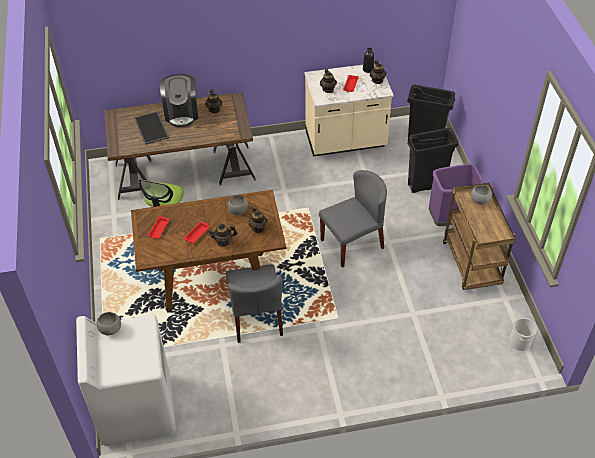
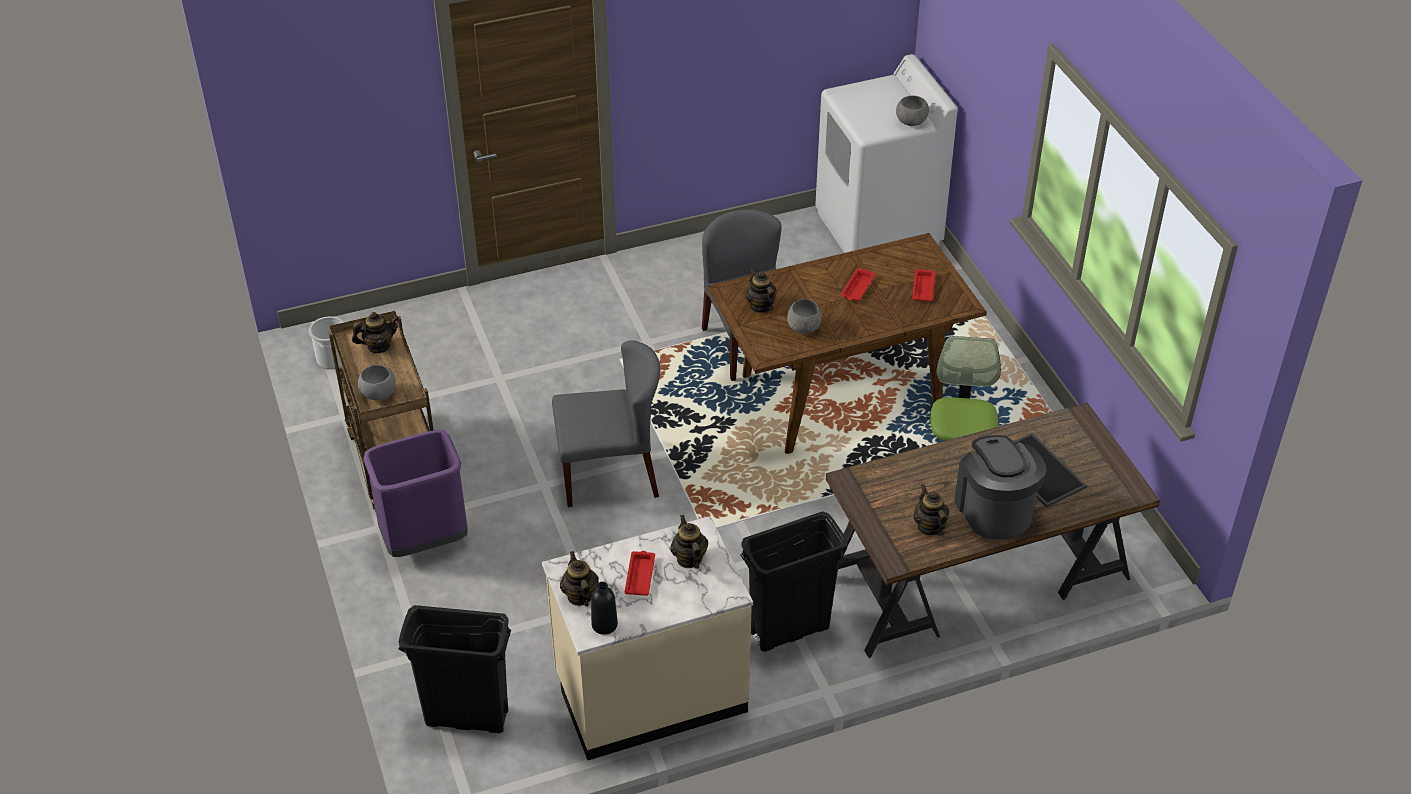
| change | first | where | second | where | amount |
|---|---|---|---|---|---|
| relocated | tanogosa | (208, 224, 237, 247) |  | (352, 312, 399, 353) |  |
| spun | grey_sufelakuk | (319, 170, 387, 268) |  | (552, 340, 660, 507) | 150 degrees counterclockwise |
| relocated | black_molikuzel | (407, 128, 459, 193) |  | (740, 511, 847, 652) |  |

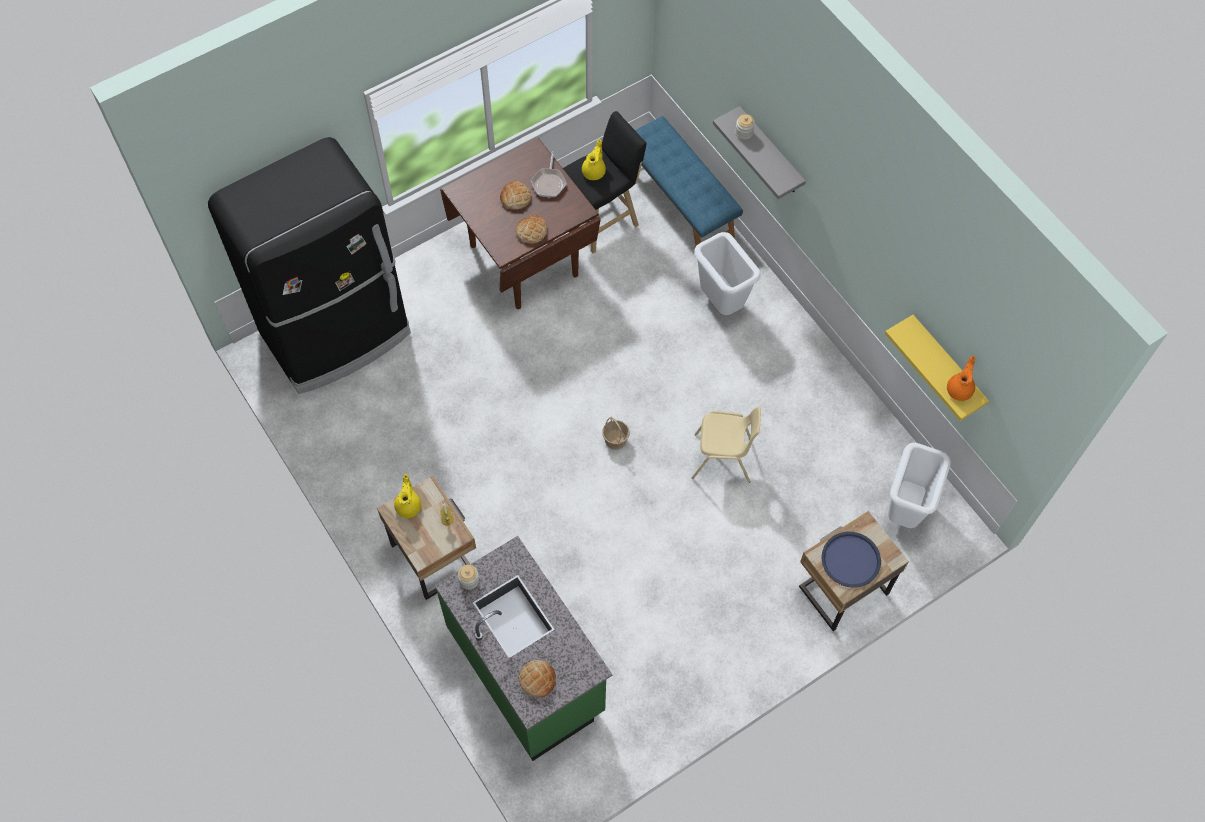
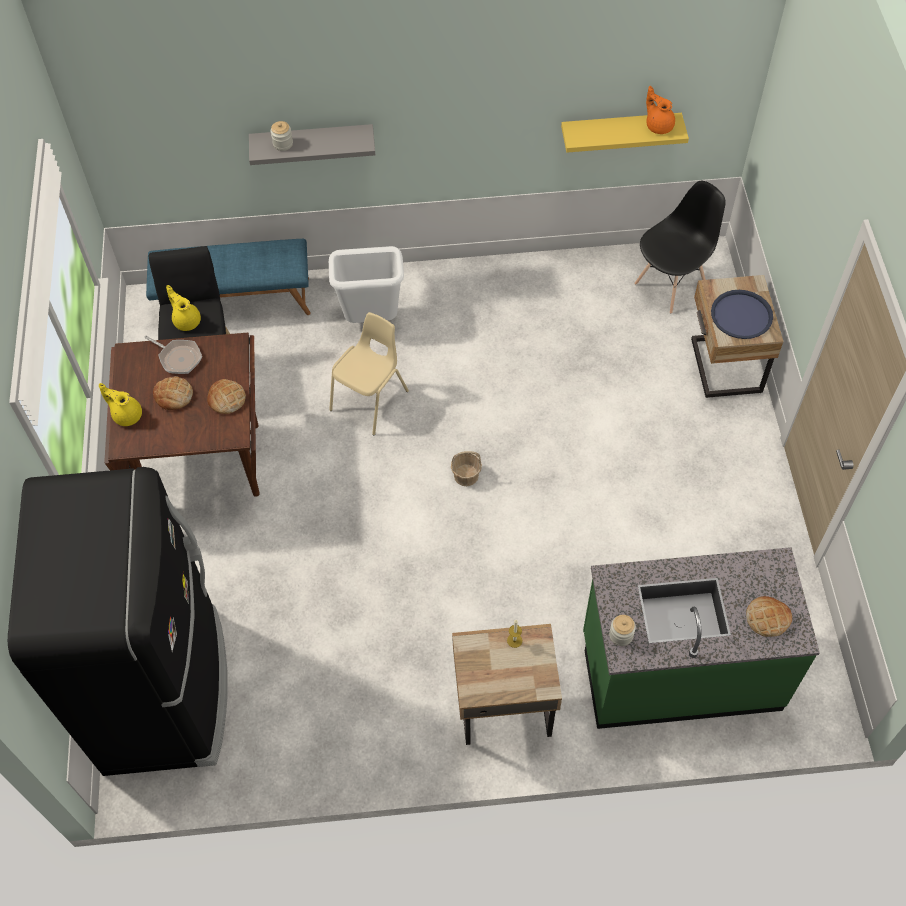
| change | first | where | second | where | amount |
|---|---|---|---|---|---|
| relocated | yellow_tanogosa | (394, 474, 421, 518) |  | (99, 383, 142, 426) |  |
| relocated | beige_sufelakuk | (692, 407, 761, 483) |  | (329, 312, 409, 435) |  |
| exchanged | white_molikuzel | (888, 443, 951, 528) | black_sufelakuk | (634, 181, 726, 314) |  |

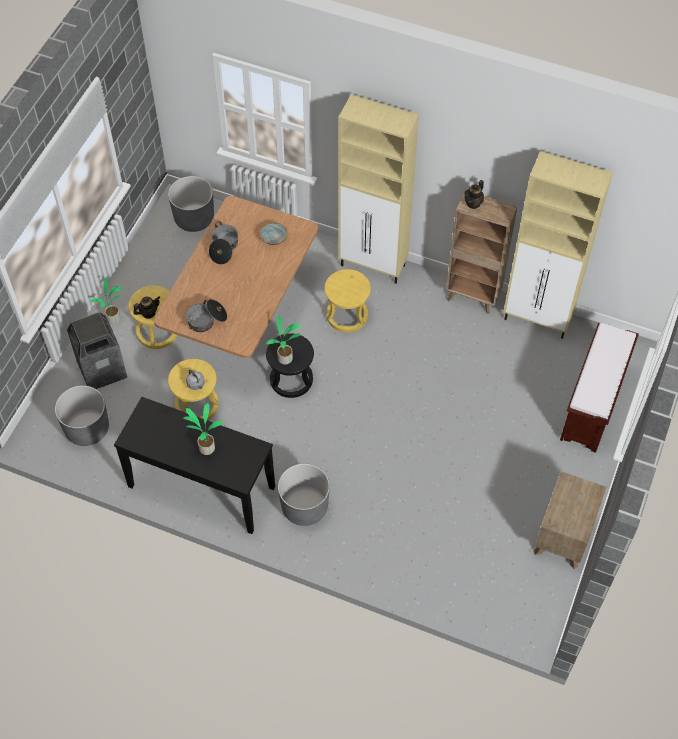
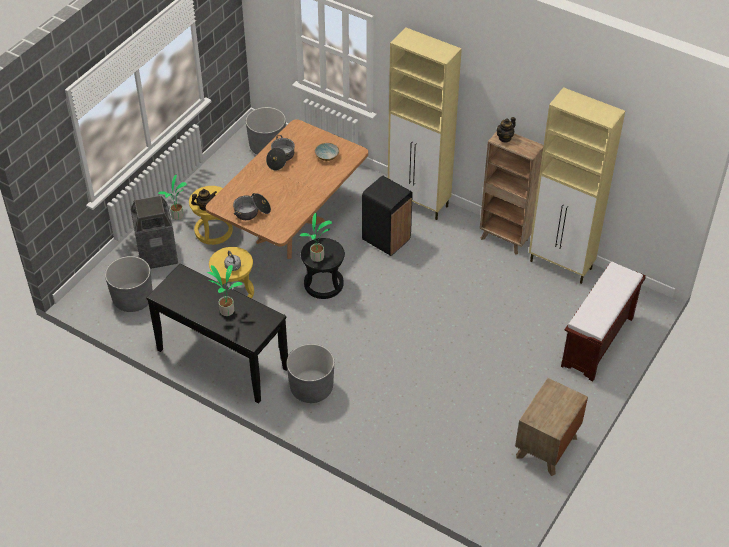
| change | first | where | second | where | amount |
|---|---|---|---|---|---|
| exchanged | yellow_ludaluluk | (324, 269, 371, 332) | black_molikuzel | (362, 176, 413, 256) |  |

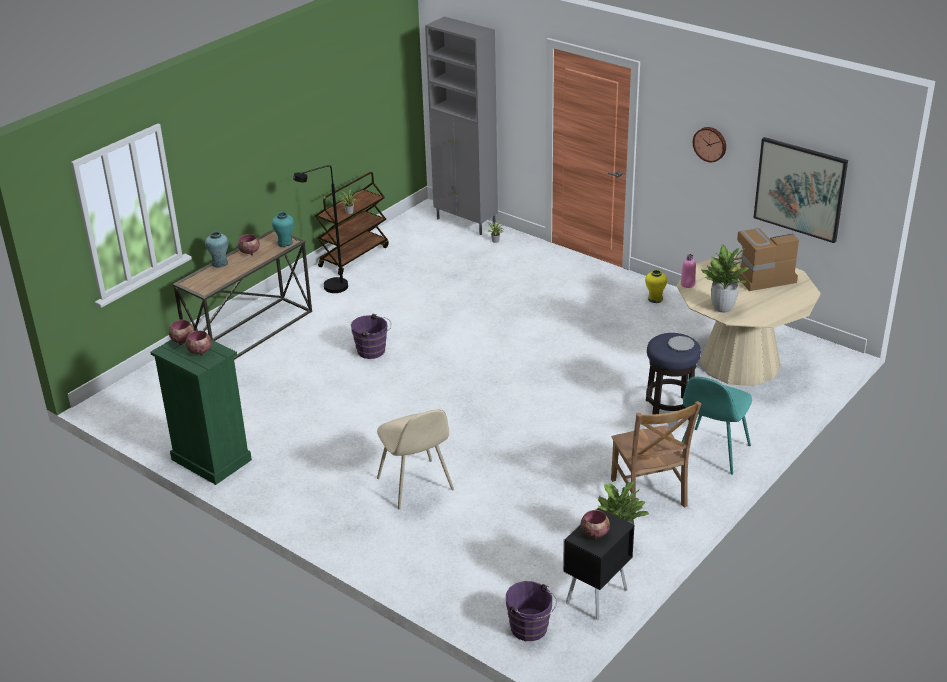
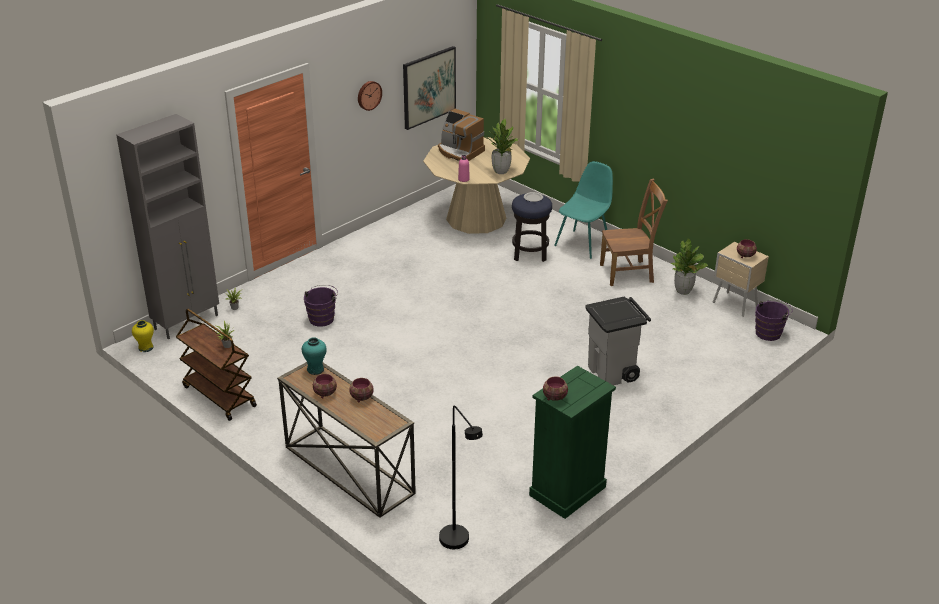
| change | first | where | second | where | amount |
|---|---|---|---|---|---|
| relocated | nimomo | (185, 330, 212, 356) |  | (349, 378, 374, 403) |  |
| missing | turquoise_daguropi | (205, 231, 229, 268) |  |  |  |
| relocated | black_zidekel | (293, 165, 348, 293) |  | (439, 406, 483, 549) |  |
| relocated | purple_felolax | (351, 314, 391, 359) |  | (304, 285, 338, 327) |  |
| exchanged | beige_sufelakuk | (377, 409, 454, 509) | grey_molikuzel | (585, 297, 651, 385) |  |
| colour | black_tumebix | (563, 507, 635, 620) | beige_tumebix | (713, 242, 769, 317) |  |
| relocated | yellow_daguropi | (645, 270, 667, 303) |  | (132, 320, 154, 352) |  |
| spun | turquoise_sufelakuk | (682, 377, 752, 475) |  | (554, 161, 613, 259) | 90 degrees counterclockwise |
| spun | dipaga | (733, 228, 799, 291) |  | (438, 109, 485, 161) | 45 degrees counterclockwise |

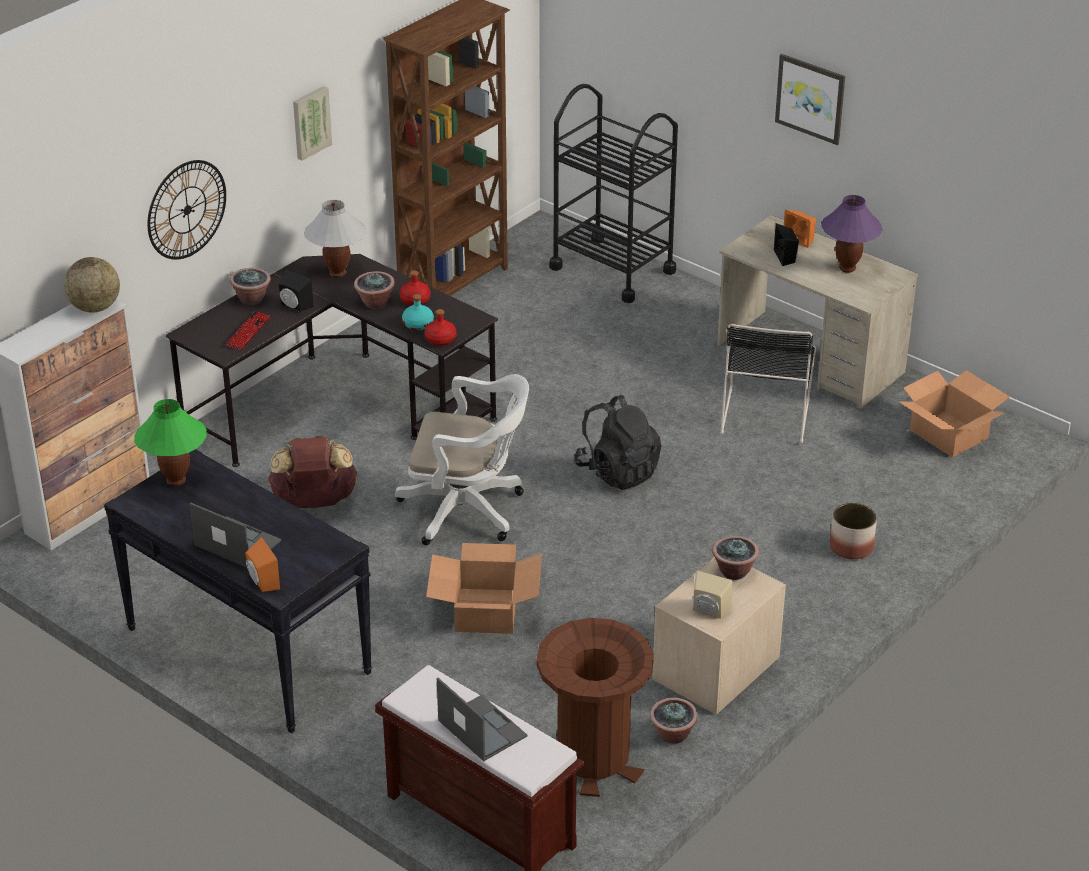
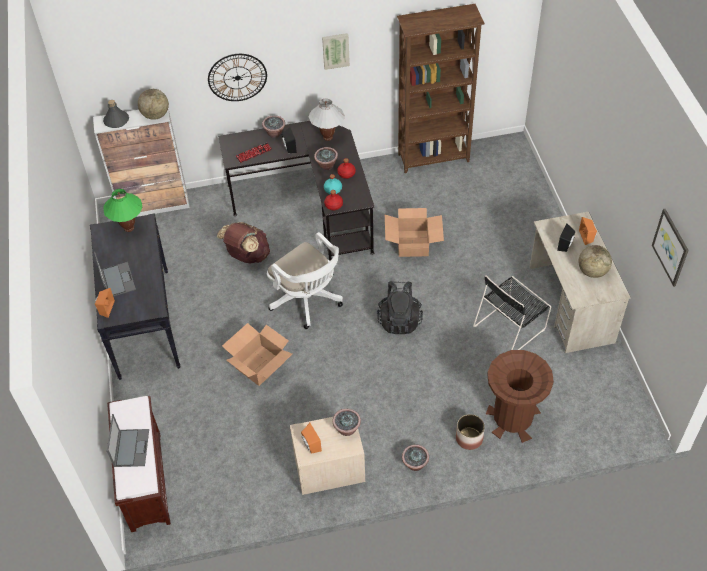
| change | first | where | second | where | amount |
|---|---|---|---|---|---|
| relocated | brown_molikuzel | (537, 618, 654, 797) |  | (486, 350, 554, 443) |  |
| missing | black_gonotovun | (549, 84, 678, 303) |  |  |  |
| relocated | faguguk | (650, 698, 698, 744) |  | (402, 445, 429, 471) |  |
| colour | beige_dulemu | (693, 571, 733, 619) | orange_dulemu | (301, 423, 322, 454) |  |
| relocated | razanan | (775, 54, 845, 145) |  | (652, 209, 689, 287) |  |
| exchanged | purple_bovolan | (821, 195, 882, 273) | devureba | (578, 245, 612, 278) |  |
| relocated | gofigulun | (898, 370, 1010, 457) |  | (385, 208, 444, 257) |  |
| appeared |  |  | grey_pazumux | (103, 100, 129, 128) |  |

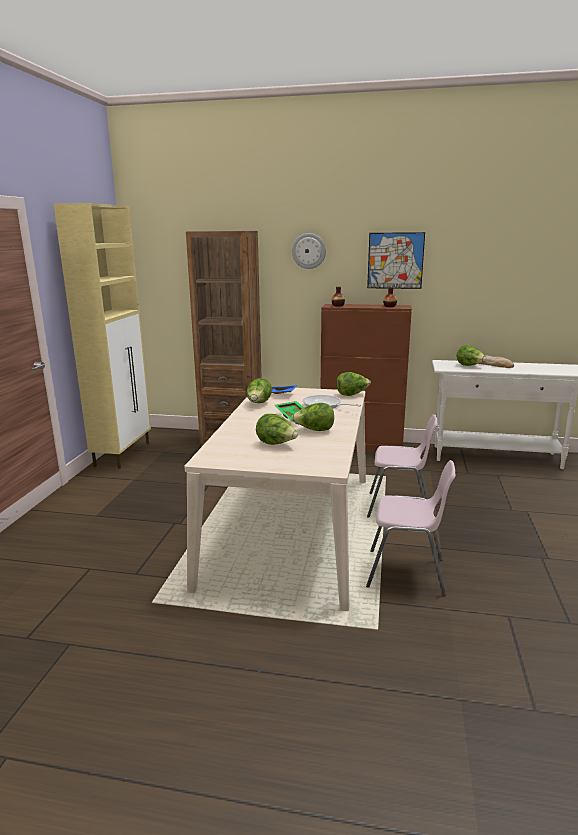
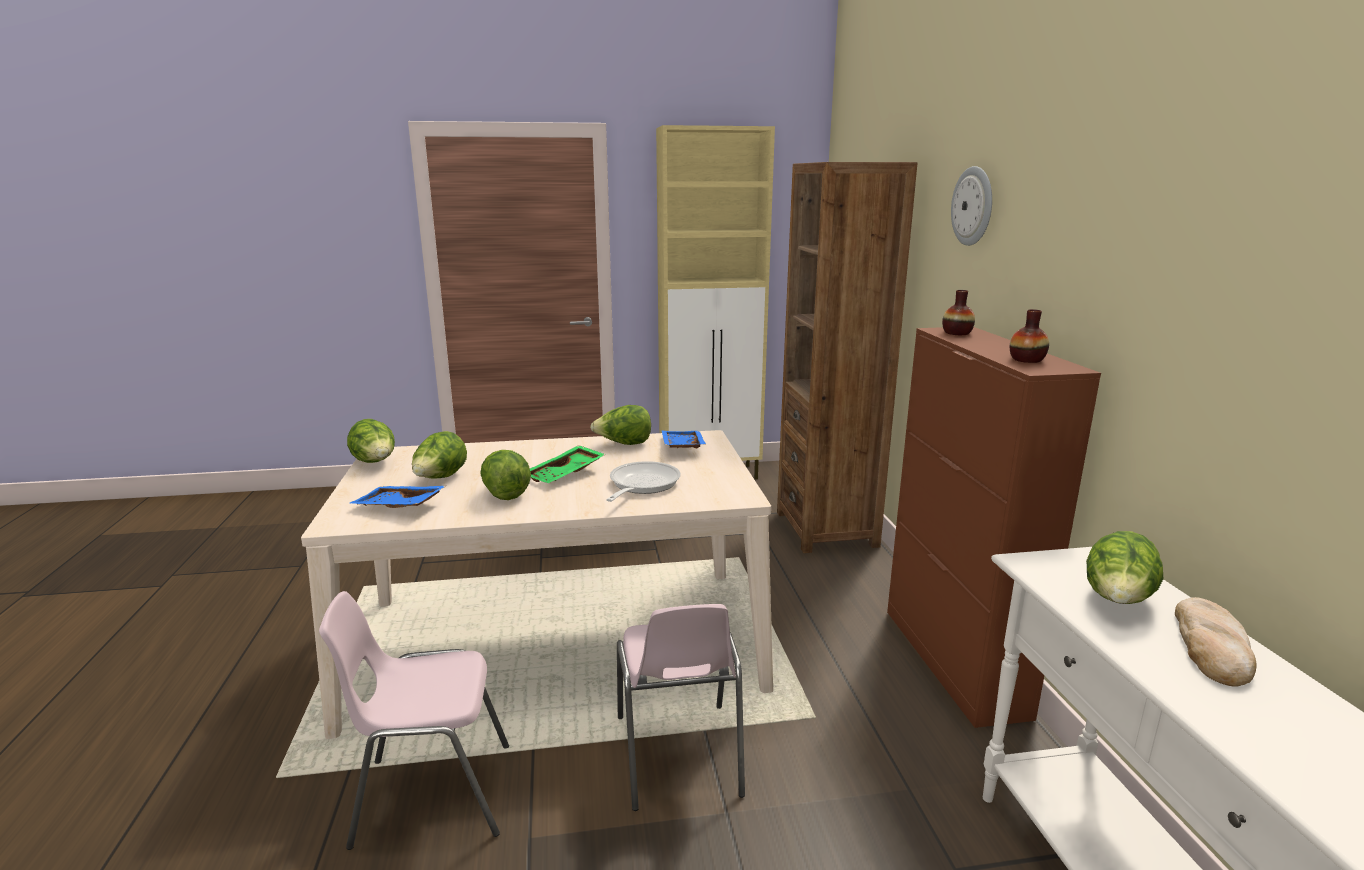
| change | first | where | second | where | amount |
|---|---|---|---|---|---|
| relocated | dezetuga | (336, 372, 371, 396) |  | (347, 419, 395, 463) |  |
| spun | pink_sufelakuk | (366, 460, 455, 596) |  | (319, 591, 509, 850) | 90 degrees clockwise |
| missing | razanan | (367, 232, 425, 289) |  |  |  |
| appeared |  |  | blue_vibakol | (350, 486, 446, 508) |  |

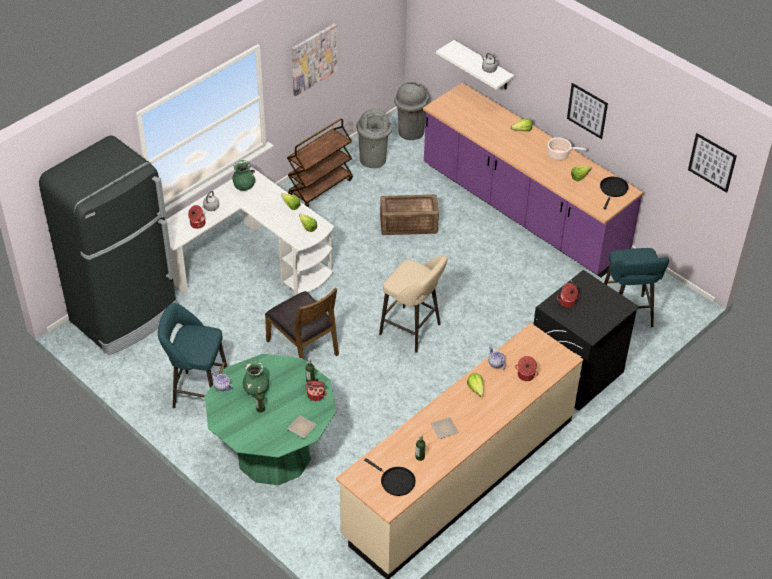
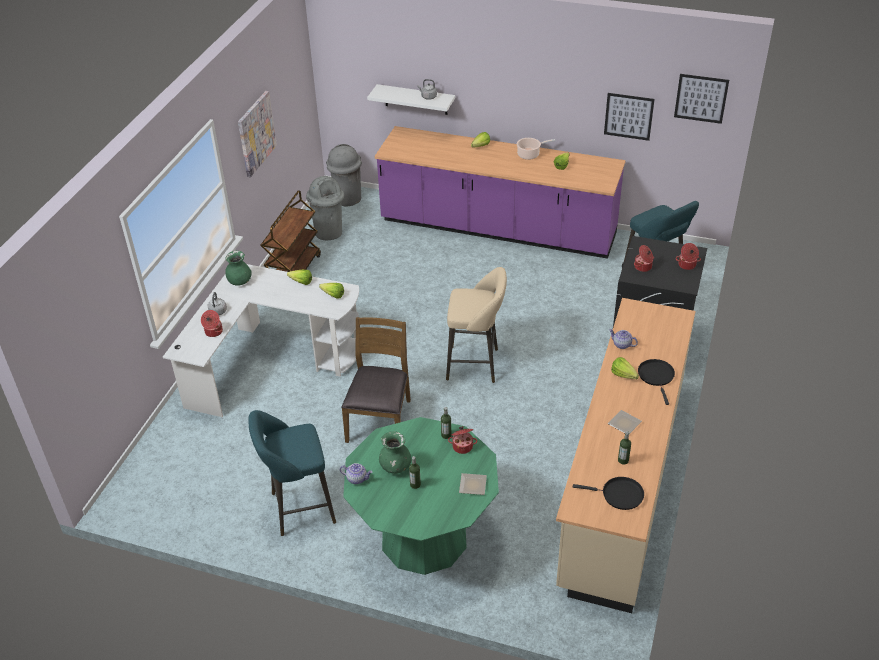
| change | first | where | second | where | amount |
|---|---|---|---|---|---|
| missing | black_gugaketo | (39, 135, 178, 355) |  |  |  |
| spun | brown_sufelakuk | (265, 288, 339, 359) |  | (341, 317, 411, 443) | 105 degrees counterclockwise |
| missing | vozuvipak | (380, 195, 439, 235) |  |  |  |
| relocated | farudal | (515, 356, 538, 381) |  | (675, 243, 701, 270) |  |
| relocated | razanan | (567, 83, 608, 139) |  | (604, 93, 655, 141) |  |
| relocated | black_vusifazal | (600, 177, 629, 210) |  | (638, 359, 675, 405) |  |

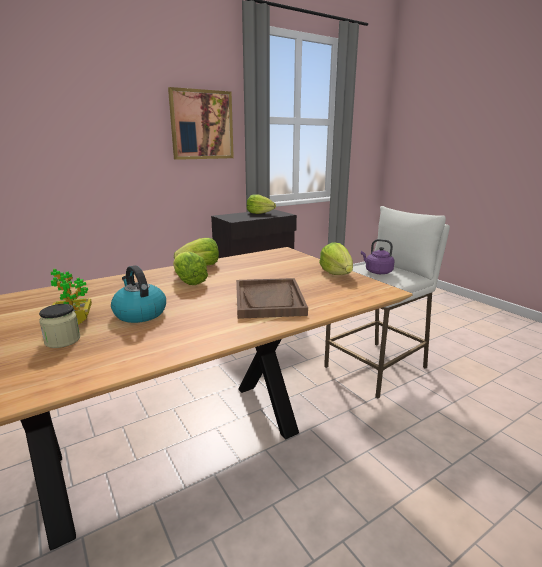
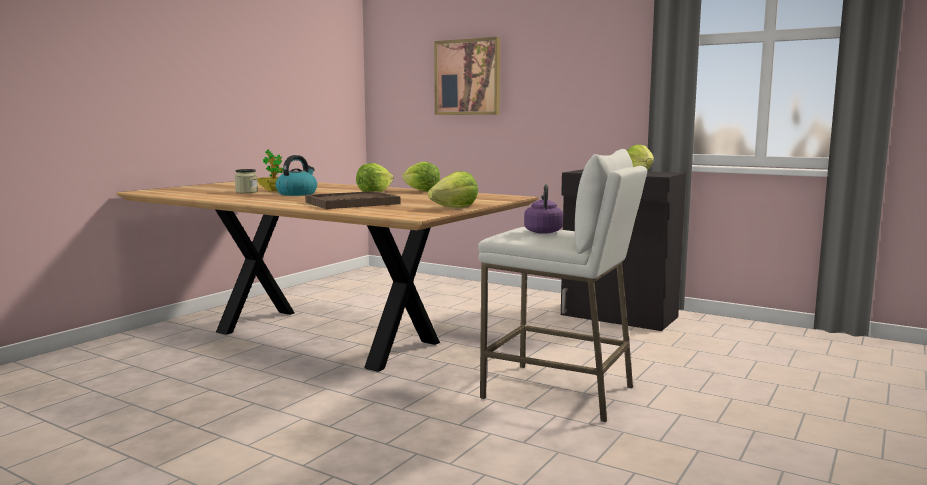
| change | first | where | second | where | amount |
|---|---|---|---|---|---|
| relocated | razanan | (168, 87, 234, 160) |  | (434, 37, 500, 115) |  |

